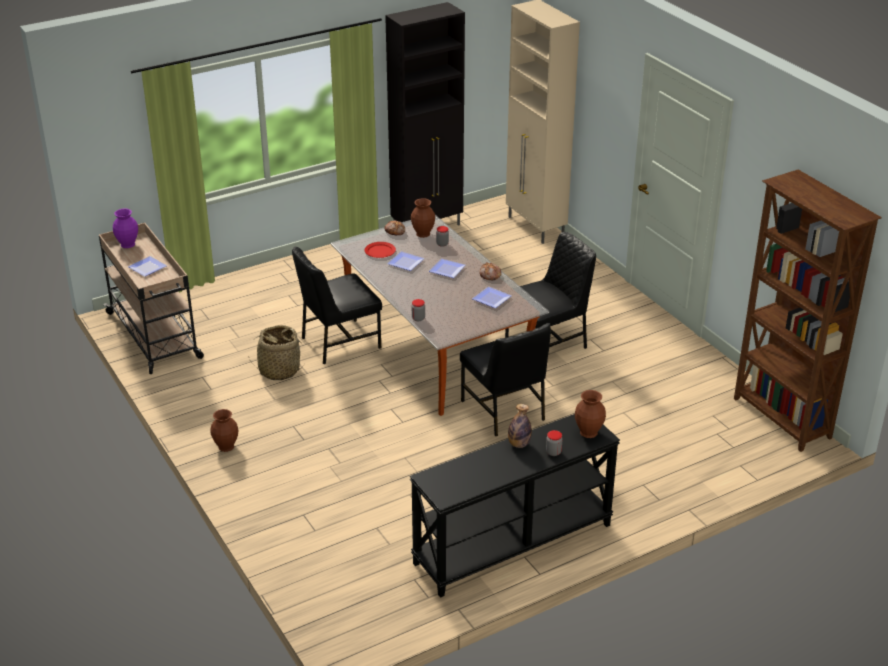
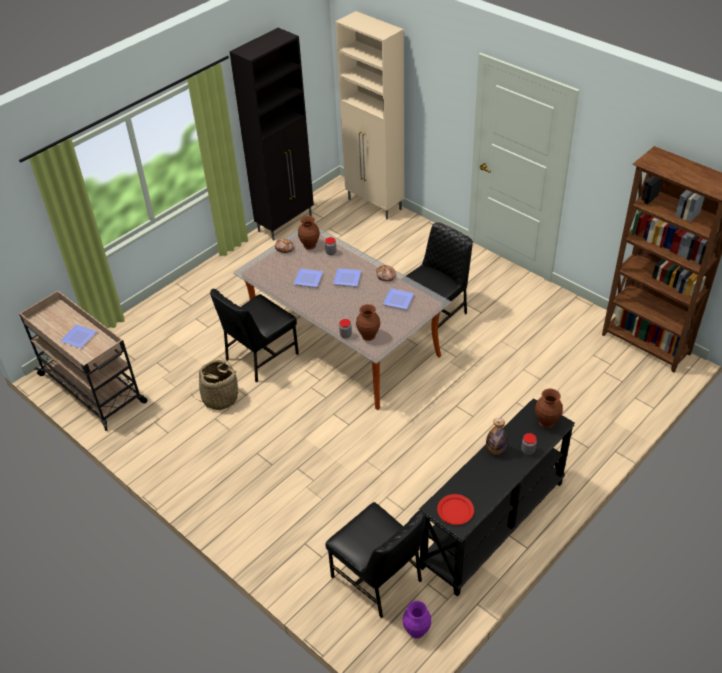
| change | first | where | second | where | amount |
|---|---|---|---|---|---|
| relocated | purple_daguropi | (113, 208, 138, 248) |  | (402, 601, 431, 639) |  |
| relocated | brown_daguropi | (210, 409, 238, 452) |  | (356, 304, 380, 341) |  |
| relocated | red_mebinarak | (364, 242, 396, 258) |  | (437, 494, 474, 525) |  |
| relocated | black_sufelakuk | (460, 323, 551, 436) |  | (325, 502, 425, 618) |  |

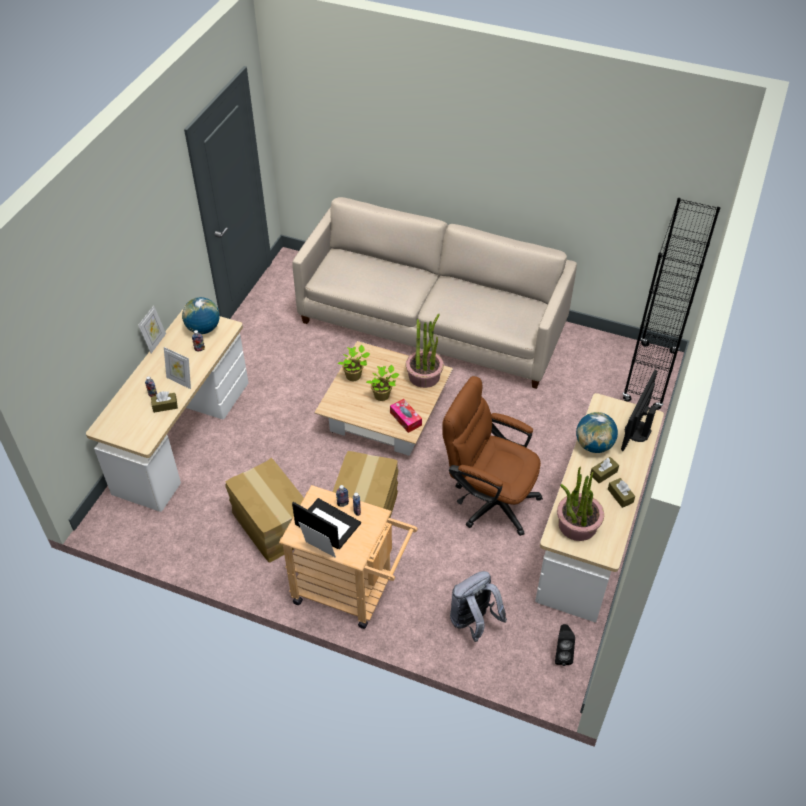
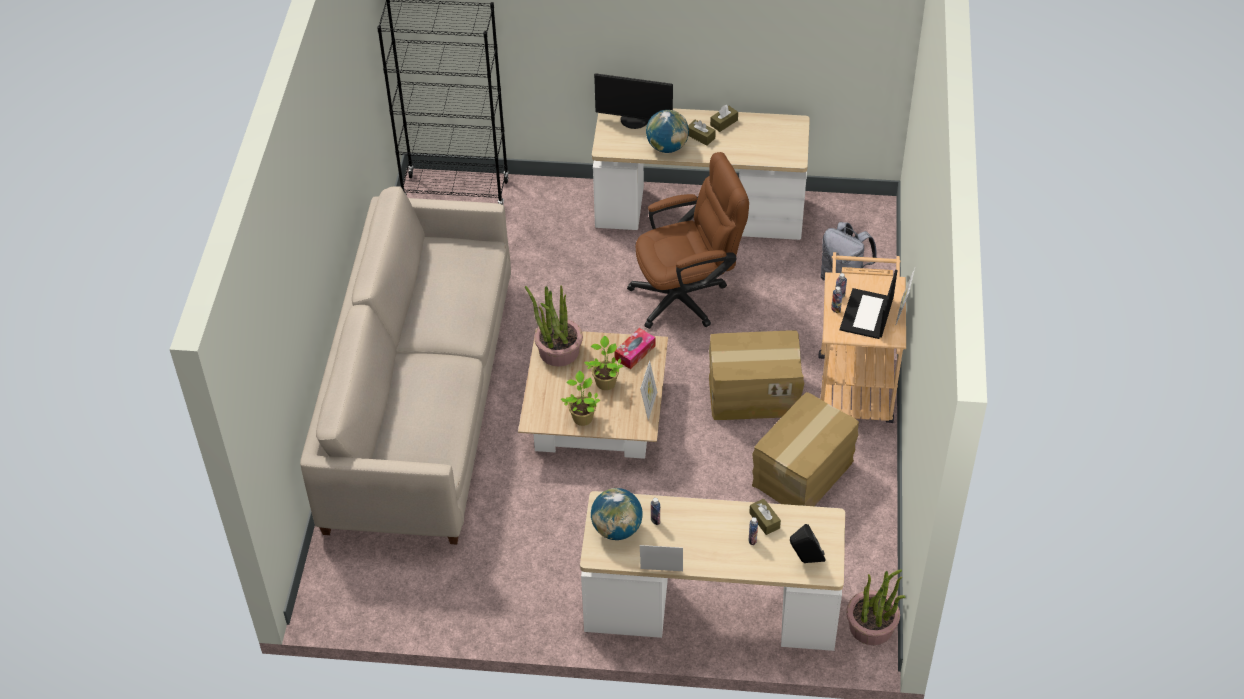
| change | first | where | second | where | amount |
|---|---|---|---|---|---|
| relocated | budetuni | (164, 347, 191, 389) |  | (640, 360, 657, 420) |  |
| spun | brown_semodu | (442, 376, 543, 536) |  | (627, 152, 749, 328) | 120 degrees counterclockwise |
| relocated | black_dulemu | (555, 624, 575, 666) |  | (790, 524, 826, 563) |  |
| relocated | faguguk | (557, 467, 604, 541) |  | (846, 569, 905, 645) |  |

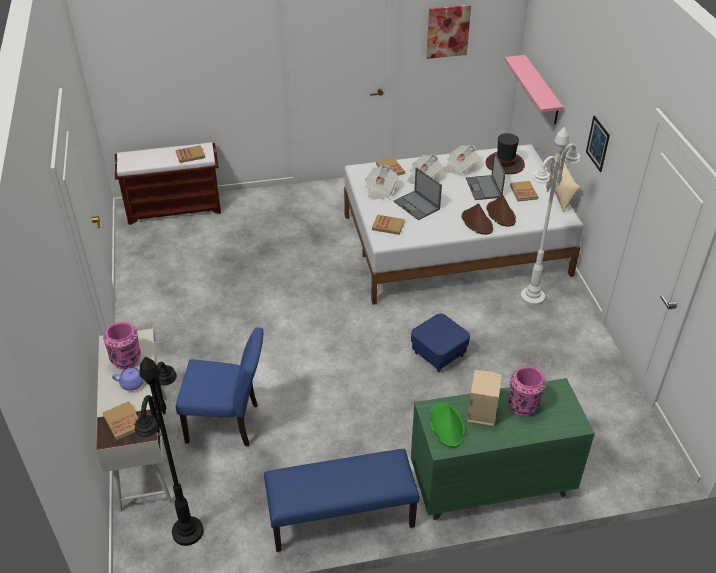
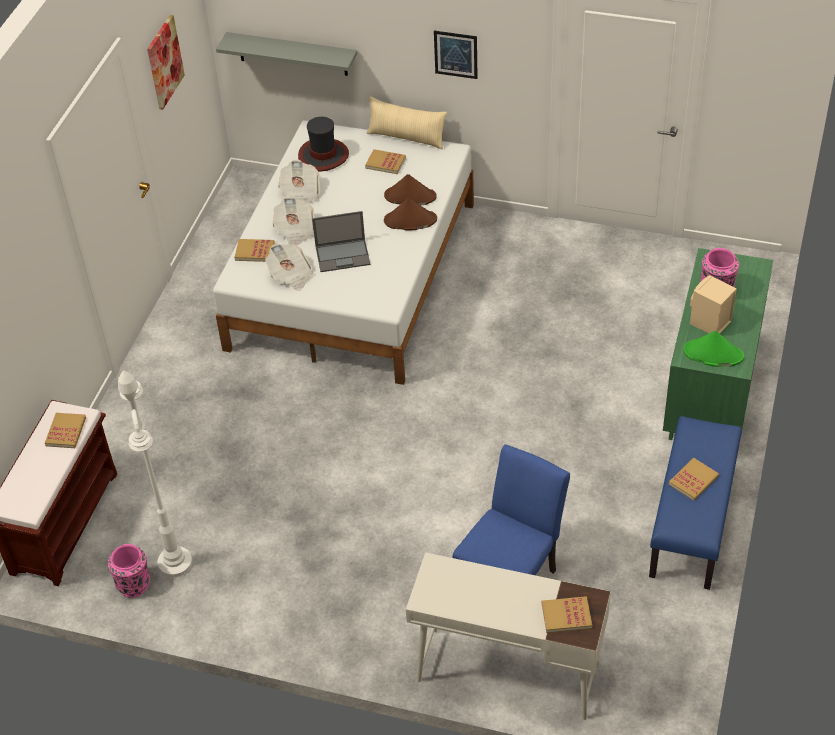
| change | first | where | second | where | amount |
|---|---|---|---|---|---|
| relocated | pink_daguropi | (103, 322, 141, 369) |  | (108, 544, 150, 598) |  |
| missing | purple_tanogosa | (112, 367, 146, 391) |  |  |  |
| missing | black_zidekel | (135, 357, 203, 546) |  |  |  |
| relocated | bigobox | (372, 215, 405, 235) |  | (669, 458, 719, 501) |  |
| missing | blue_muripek | (411, 314, 470, 372) |  |  |  |
| missing | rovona | (466, 152, 506, 200) |  |  |  |
| colour | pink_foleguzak | (504, 55, 563, 125) | grey_foleguzak | (216, 32, 357, 76) |  |
| relocated | white_zidekel | (521, 127, 580, 306) |  | (118, 370, 192, 577) |  |

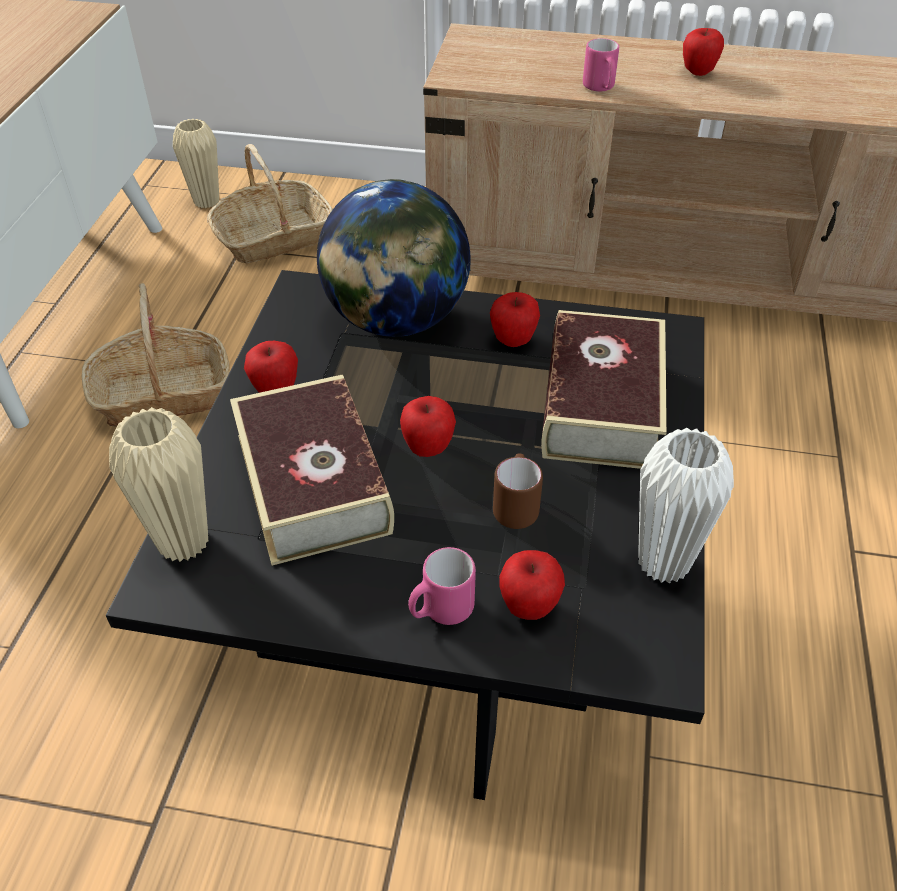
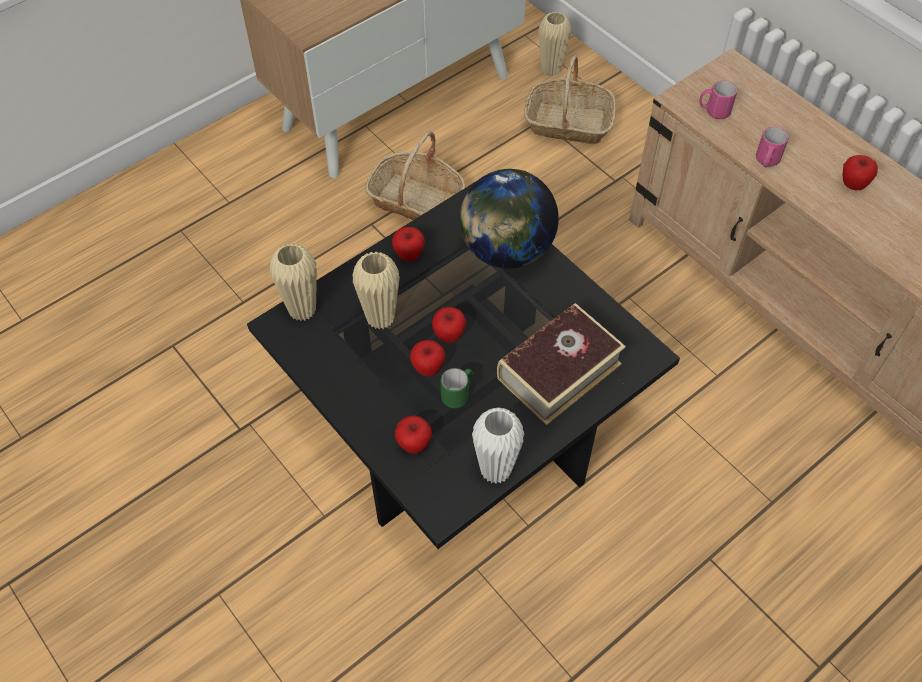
| change | first | where | second | where | amount |
|---|---|---|---|---|---|
| exchanged | bigobox | (230, 374, 394, 566) | beige_daguropi | (352, 251, 400, 330) |  |
| relocated | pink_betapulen | (408, 547, 476, 625) |  | (699, 81, 737, 119) |  |
| relocated | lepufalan | (490, 292, 540, 347) |  | (410, 340, 445, 377) |  |
| colour | brown_betapulen | (493, 454, 543, 529) | green_betapulen | (441, 368, 474, 408) |  |

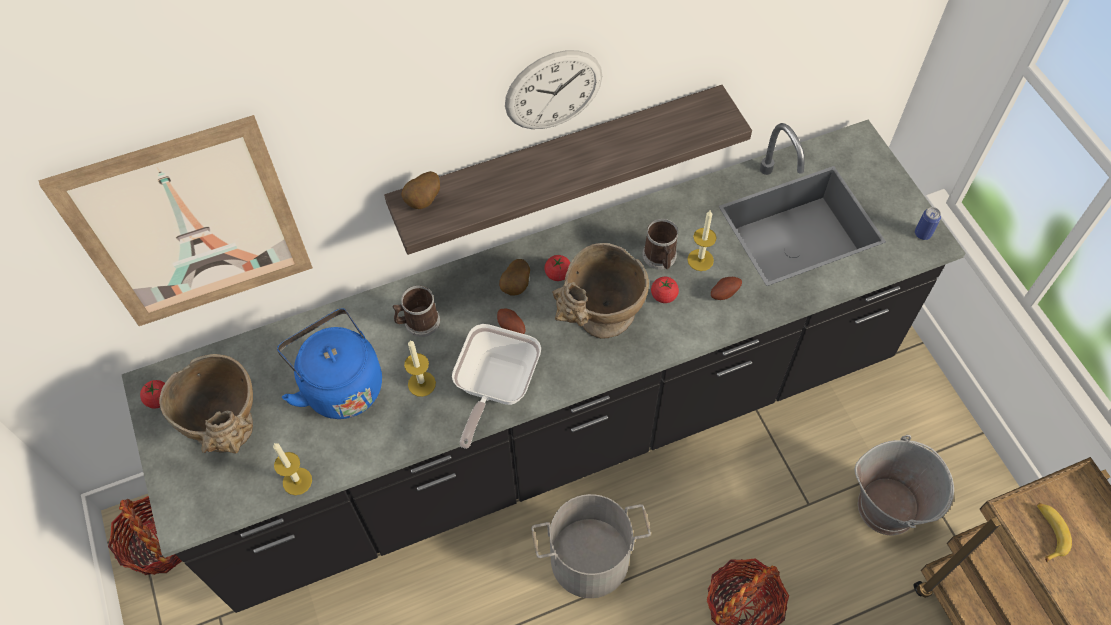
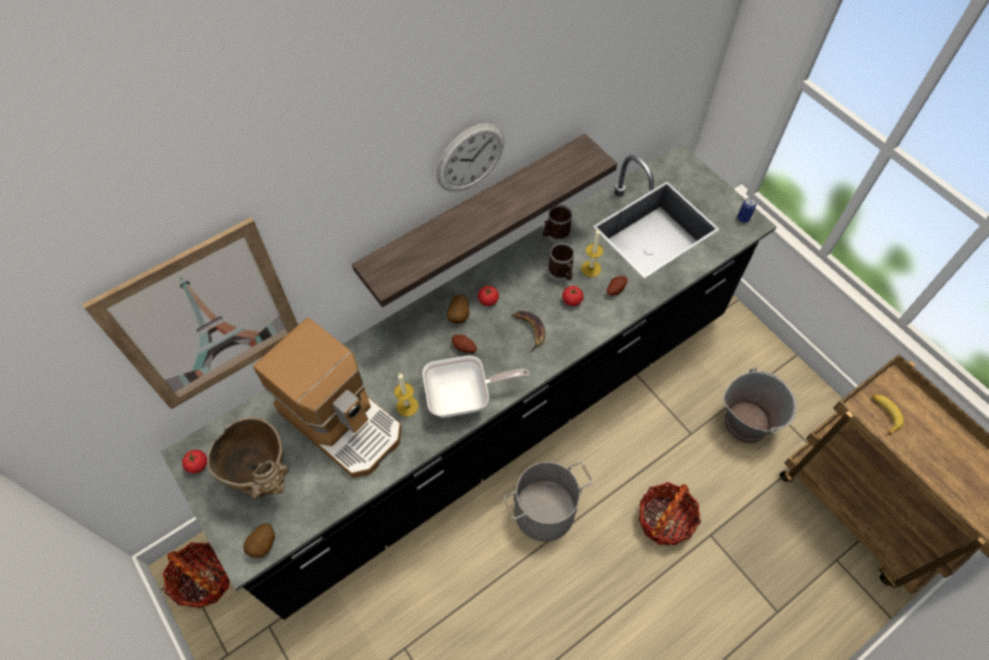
| change | first | where | second | where | amount |
|---|---|---|---|---|---|
| missing | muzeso | (273, 443, 312, 495) |  |  |  |
| exchanged | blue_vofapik | (277, 308, 382, 419) | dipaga | (253, 318, 402, 478) |  |
| relocated | betapulen | (392, 286, 440, 337) |  | (543, 205, 572, 243) |  |
| relocated | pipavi | (401, 171, 440, 209) |  | (243, 523, 275, 558) |  |
| spun | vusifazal | (452, 324, 541, 449) |  | (422, 356, 530, 417) | 105 degrees counterclockwise |
| exchanged | beige_daguropi | (552, 243, 649, 339) | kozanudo | (512, 311, 545, 353) |  |

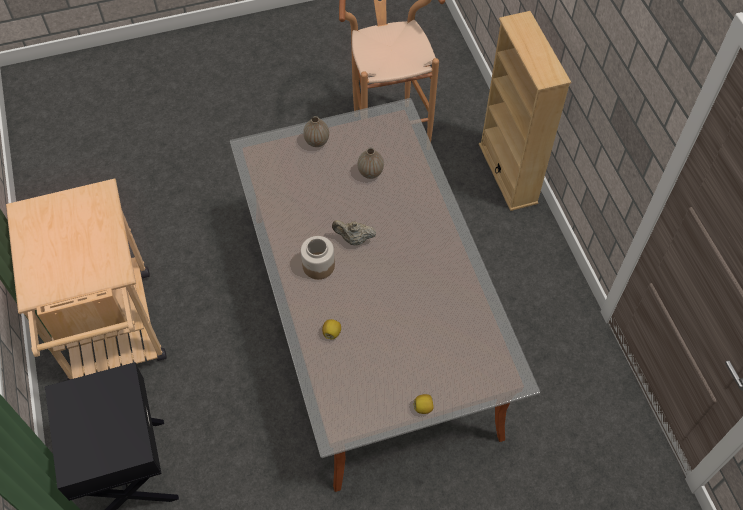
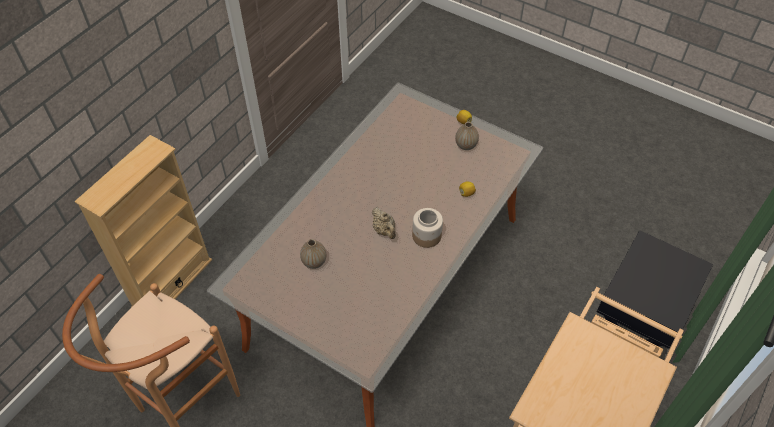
| change | first | where | second | where | amount |
|---|---|---|---|---|---|
| relocated | daguropi | (303, 116, 329, 147) |  | (455, 122, 479, 150) |  |

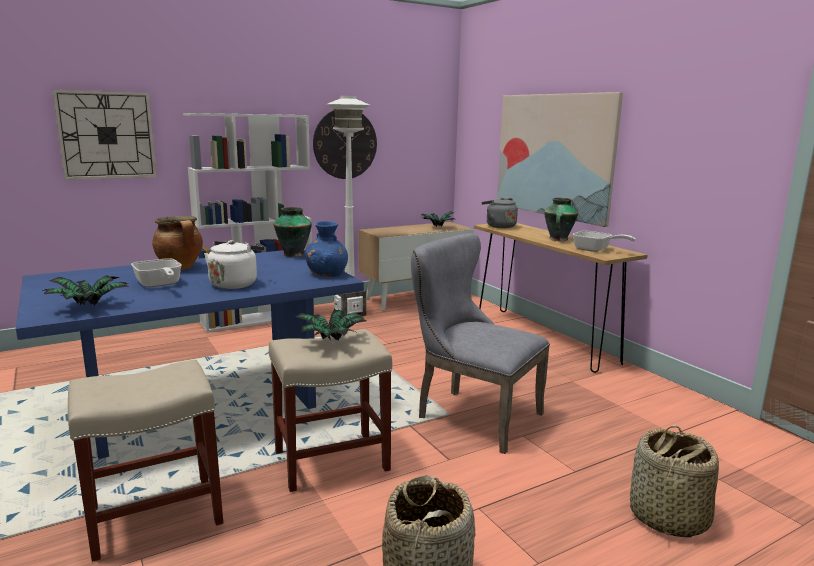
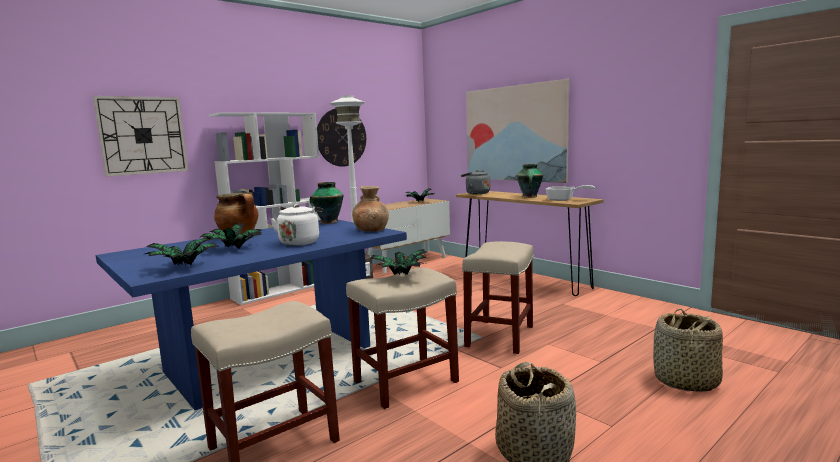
| change | first | where | second | where | amount |
|---|---|---|---|---|---|
| exchanged | vusifazal | (131, 258, 182, 288) | faguguk | (200, 223, 262, 248) |  |
| colour | blue_daguropi | (305, 221, 348, 277) | brown_daguropi | (352, 186, 389, 232) |  |
| exchanged | grey_sufelakuk | (411, 233, 550, 454) | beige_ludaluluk | (462, 241, 534, 354) |  |

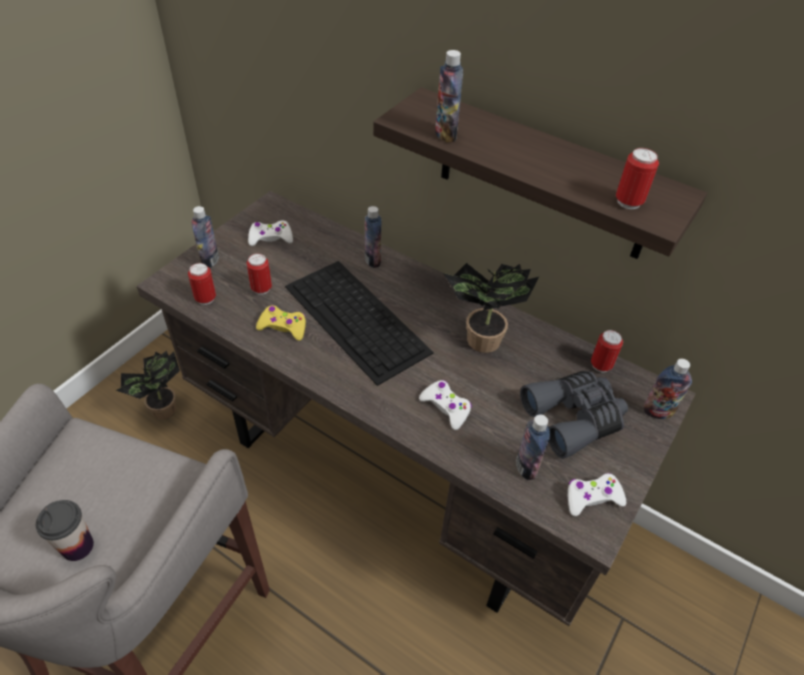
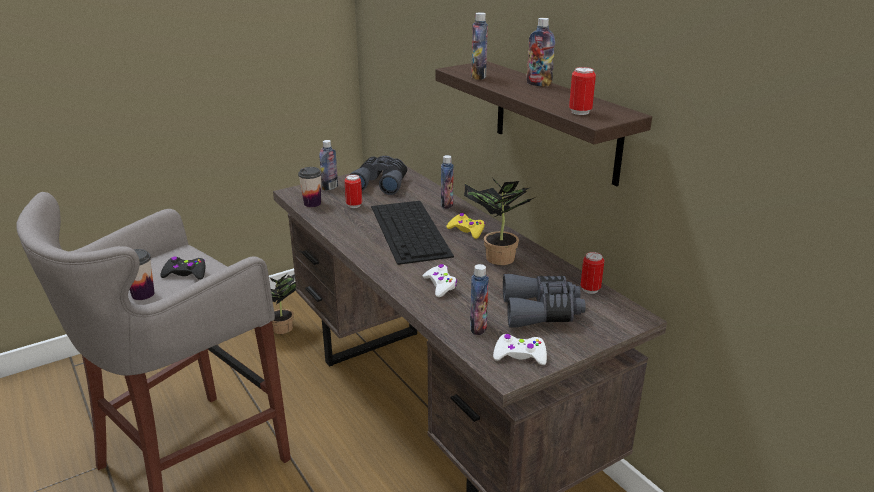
| change | first | where | second | where | amount |
|---|---|---|---|---|---|
| exchanged | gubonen | (188, 263, 216, 305) | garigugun | (298, 167, 322, 207) |  |
| exchanged | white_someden | (248, 221, 293, 246) | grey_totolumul | (349, 156, 407, 195) |  |
| relocated | yellow_someden | (256, 305, 306, 341) |  | (446, 213, 485, 239) |  |
| relocated | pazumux | (643, 359, 692, 419) |  | (527, 18, 555, 86) |  |
| appeared |  |  | black_someden | (160, 256, 205, 280) |  |

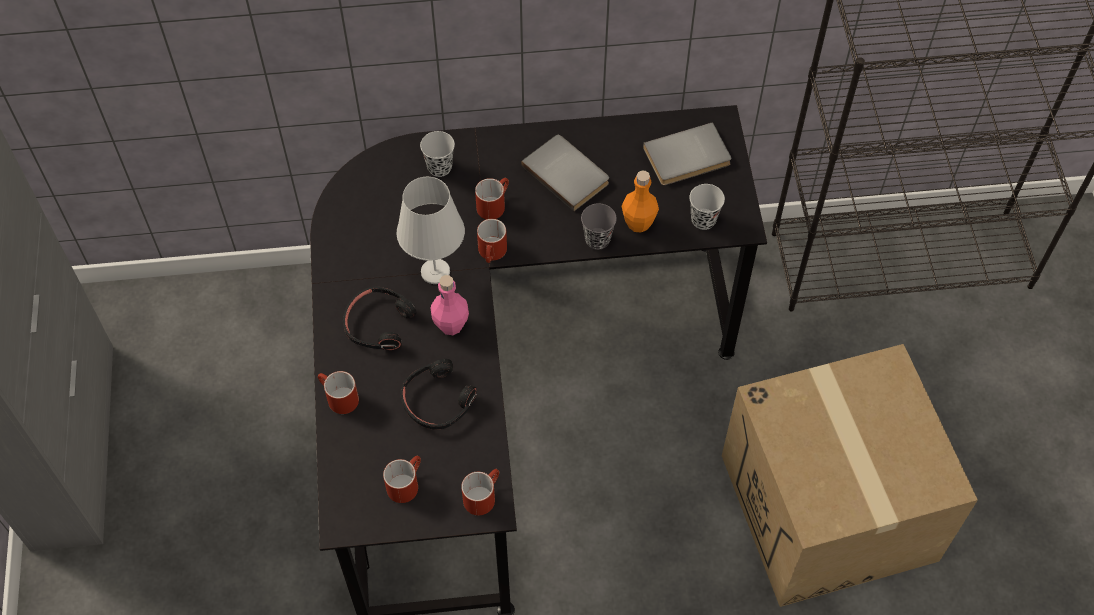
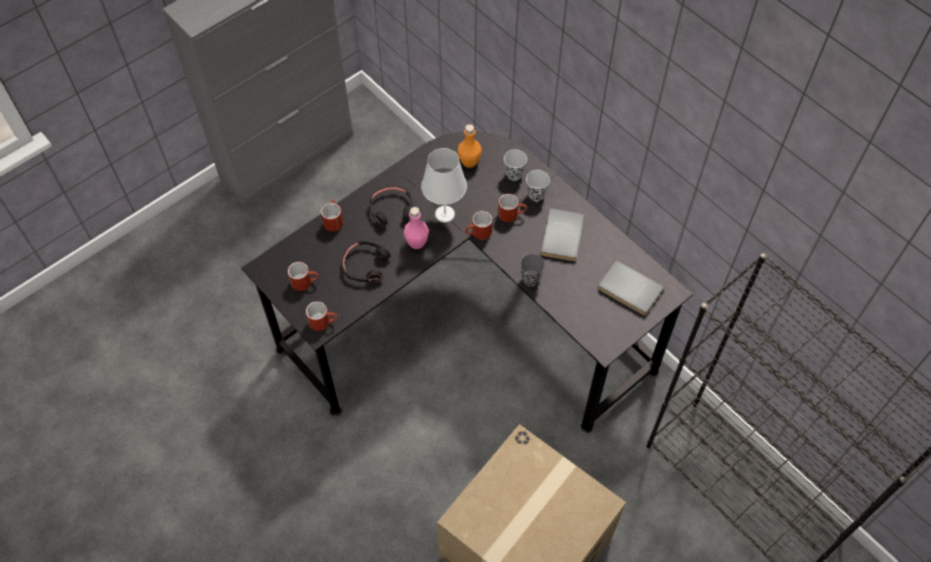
| change | first | where | second | where | amount |
|---|---|---|---|---|---|
| relocated | orange_pazumux | (622, 171, 659, 233) |  | (458, 124, 482, 168) |  |
| relocated | black_garigugun | (690, 184, 725, 230) |  | (526, 170, 550, 201) |  |

